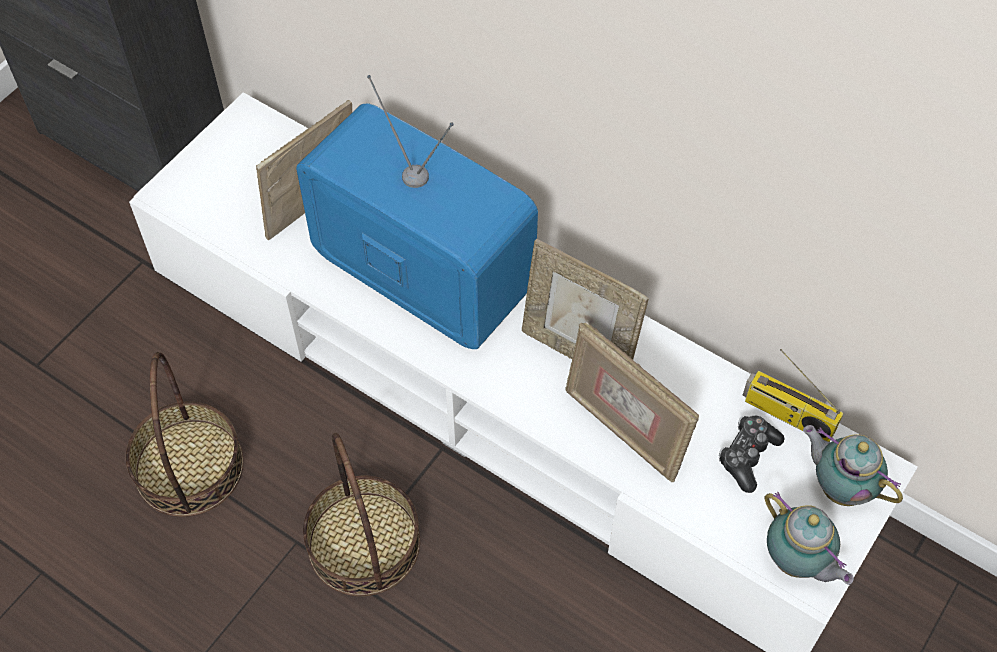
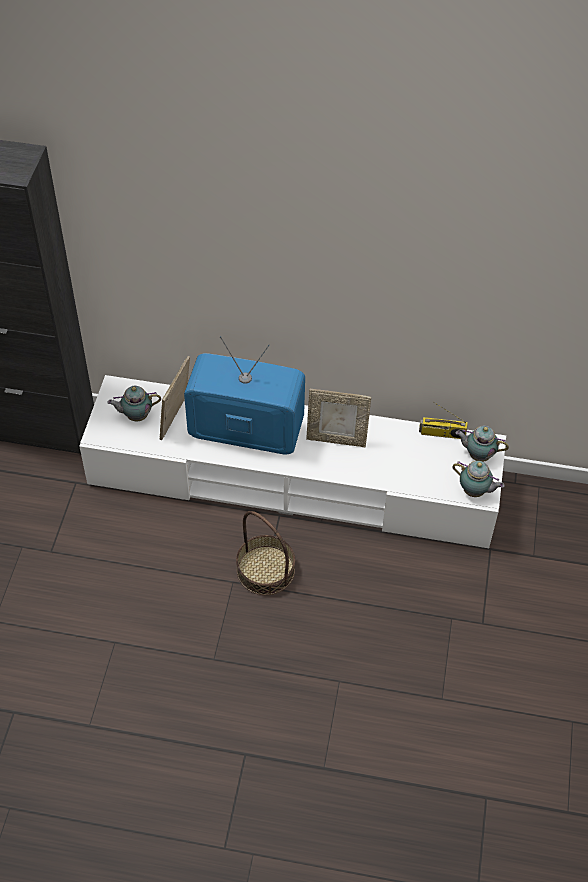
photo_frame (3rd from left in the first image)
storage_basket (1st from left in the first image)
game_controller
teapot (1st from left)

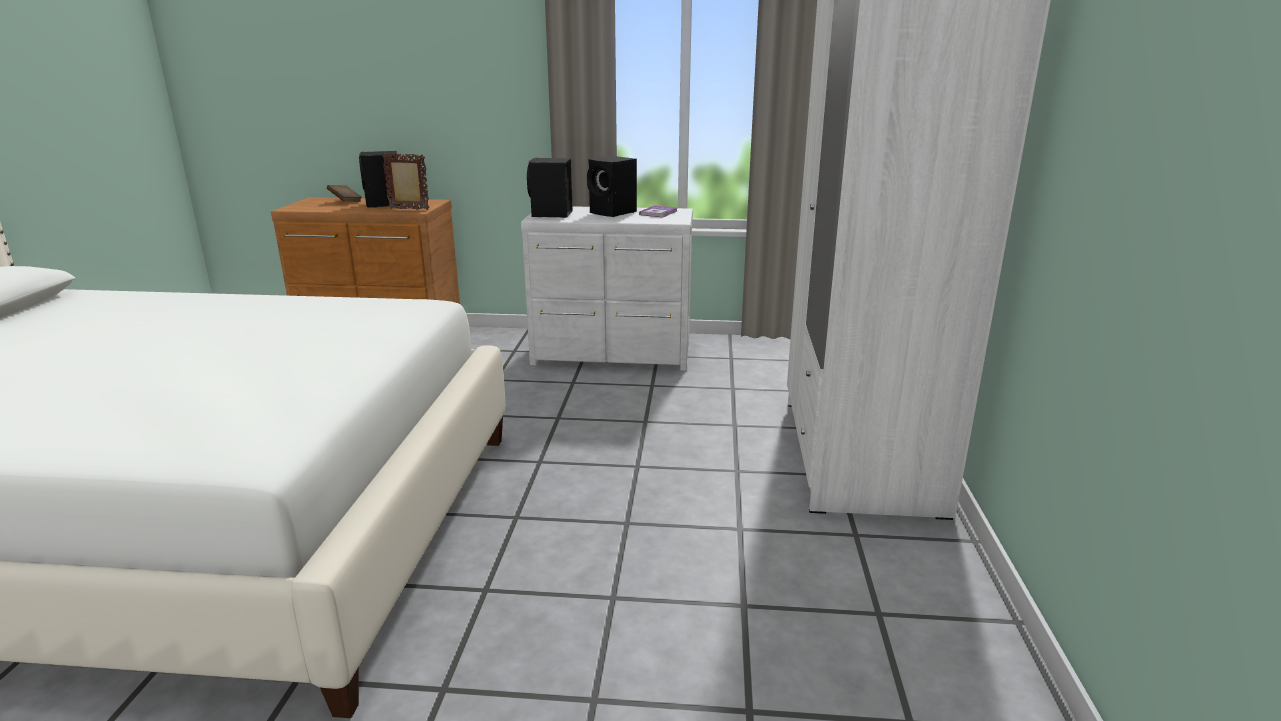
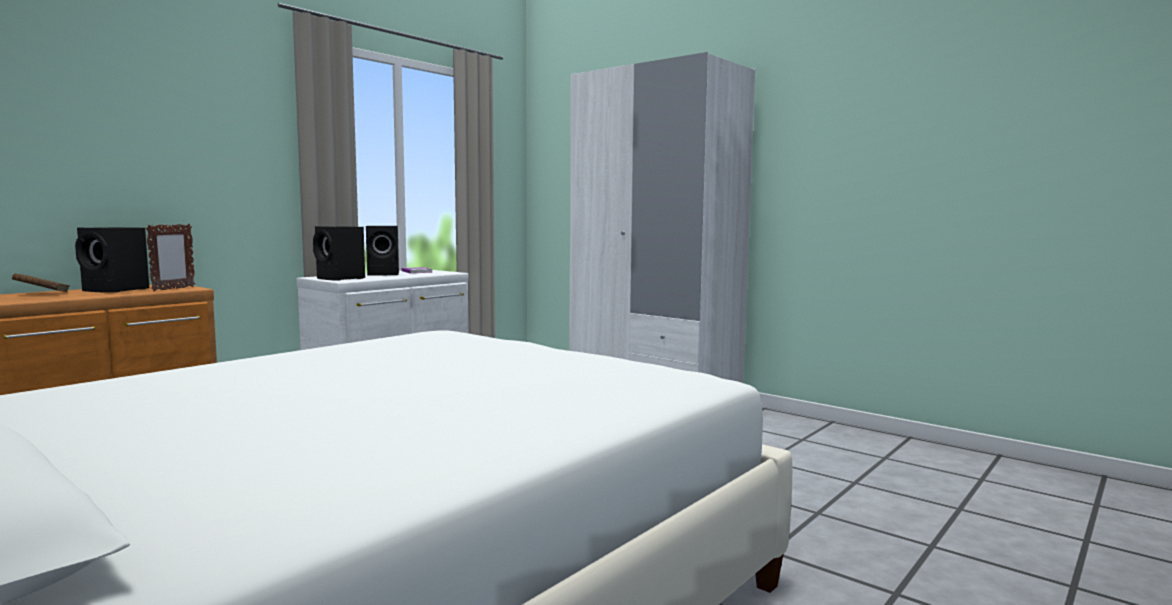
photo_frame

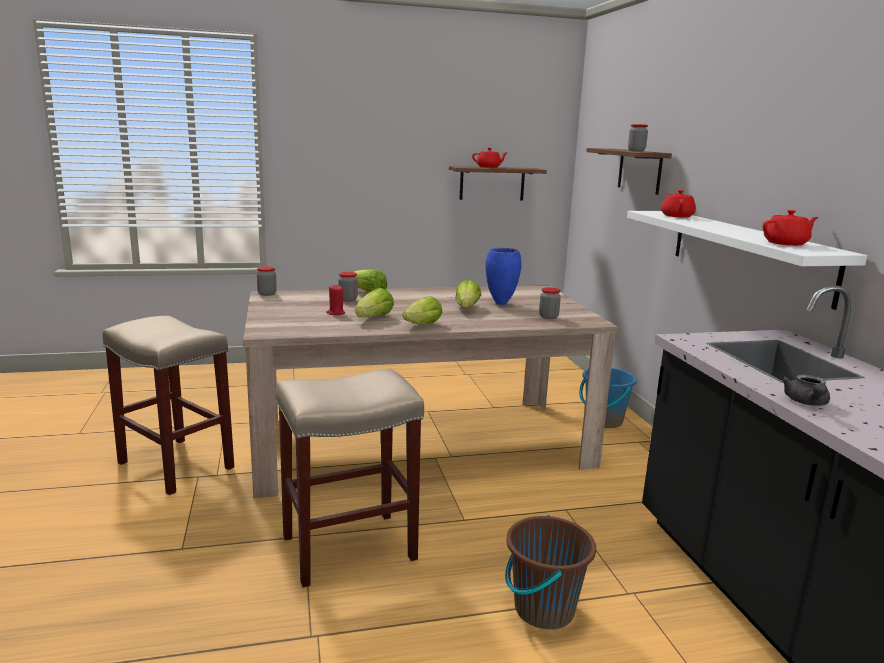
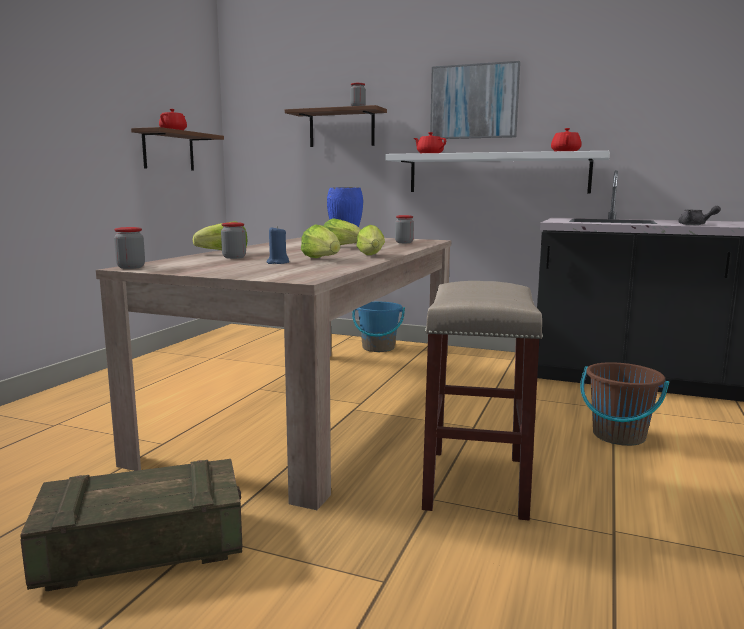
blue_candle
packing_crate
wall_picture

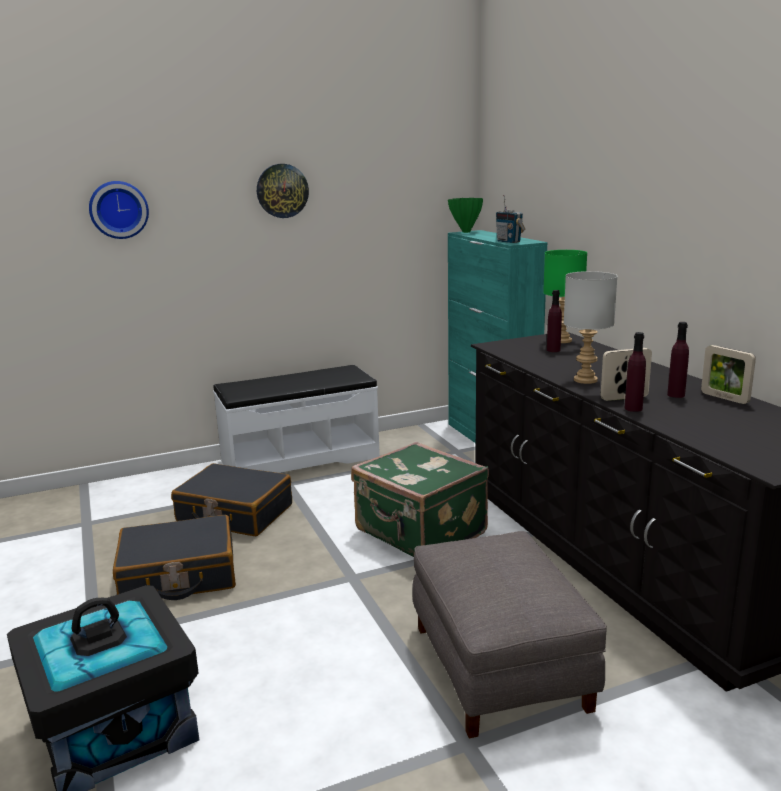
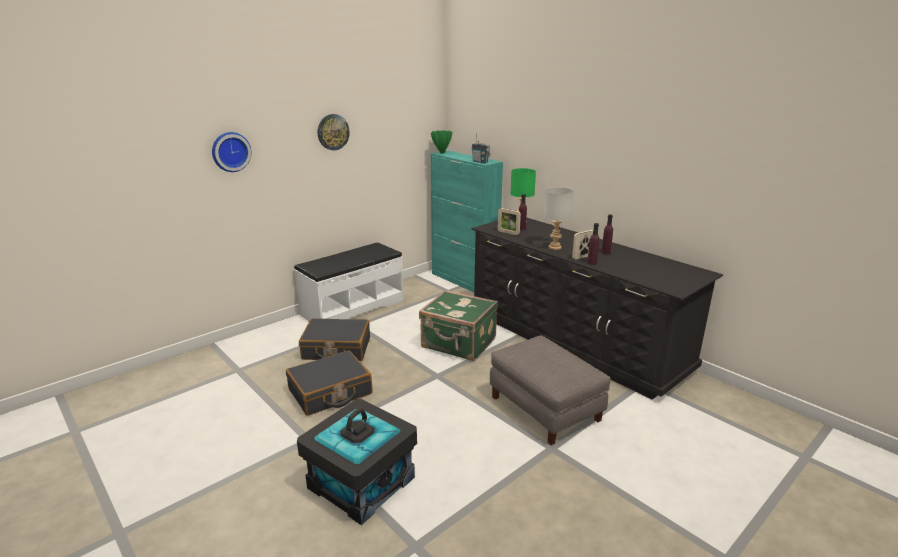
photo_frame (1st from left)

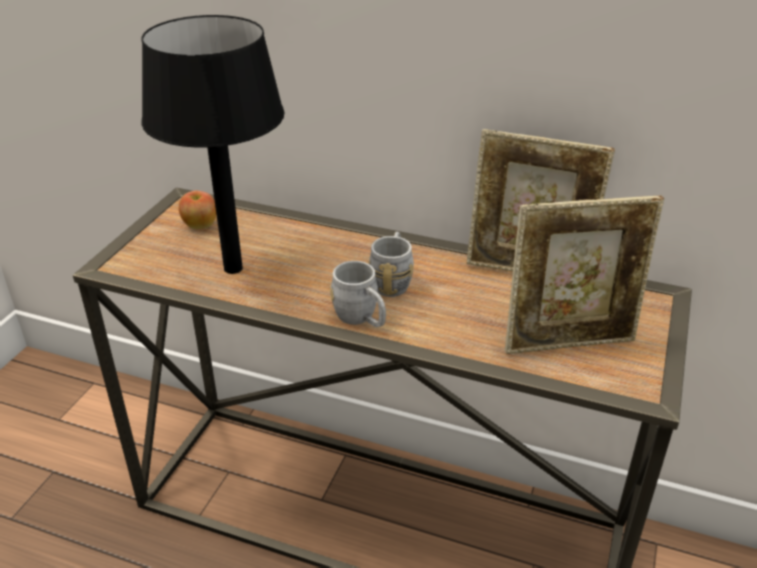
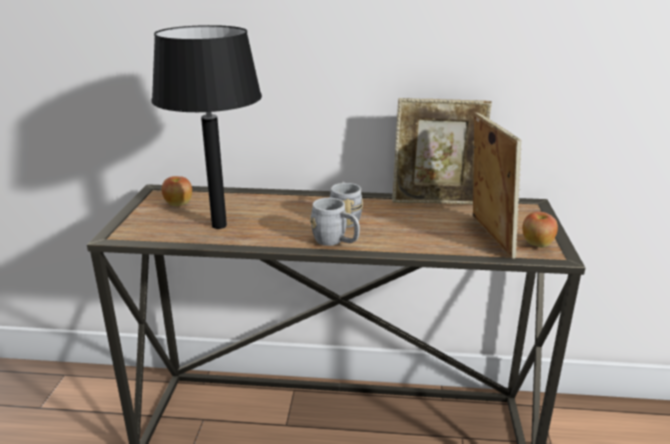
photo_frame (2nd from left)
whole_apple (2nd from left)

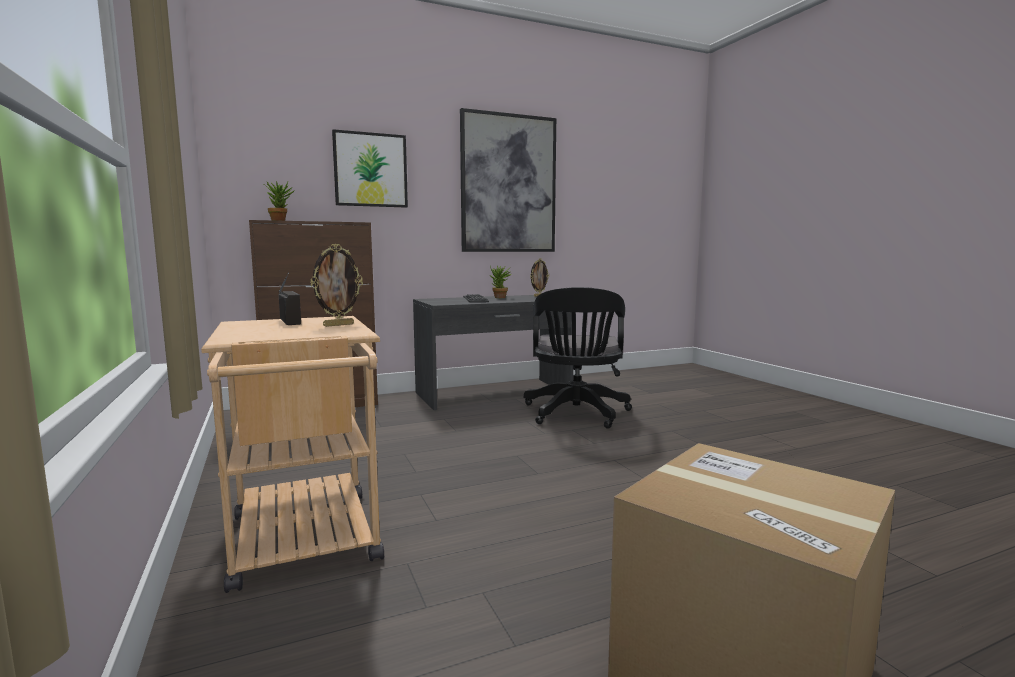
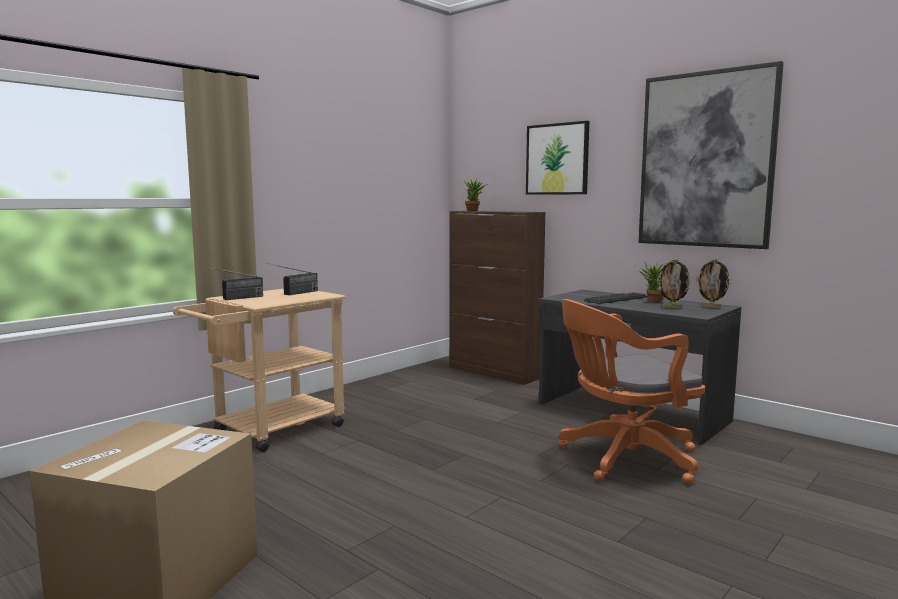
photo_frame (1st from left)
orangey_office_chair
radio_set (1st from left)

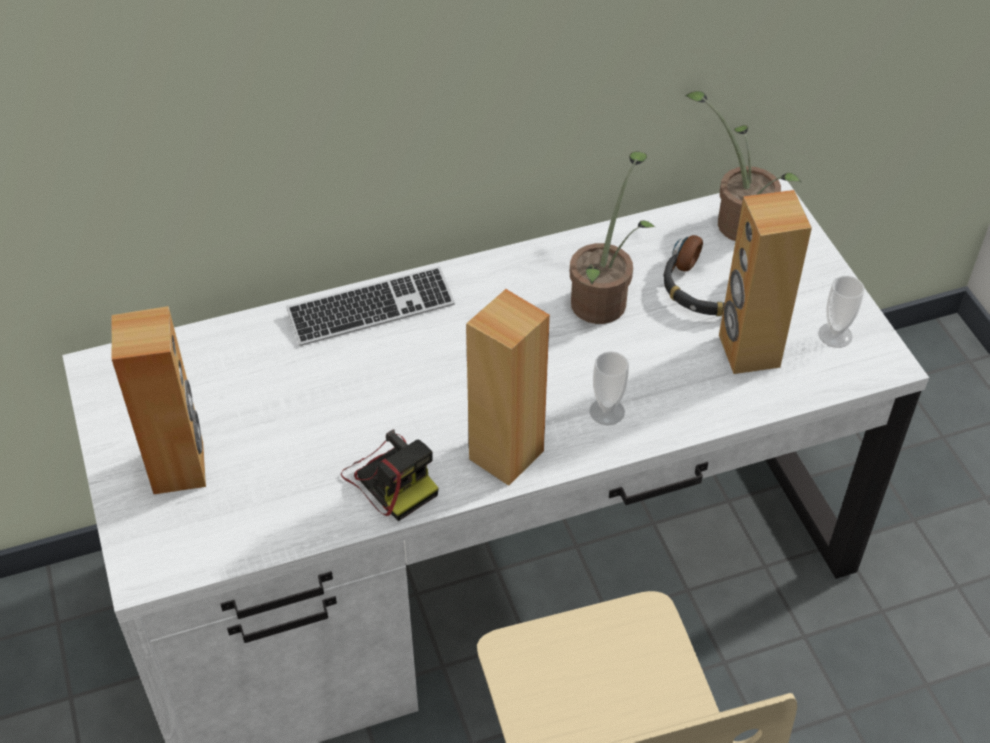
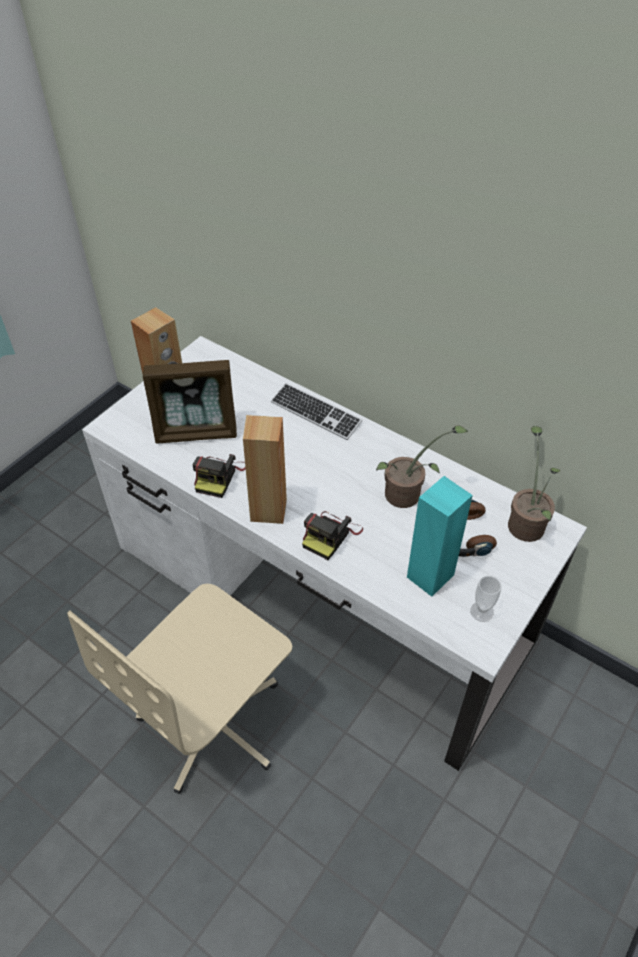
turquoise-coloured_speaker
photo_camera (2nd from left)
photo_frame

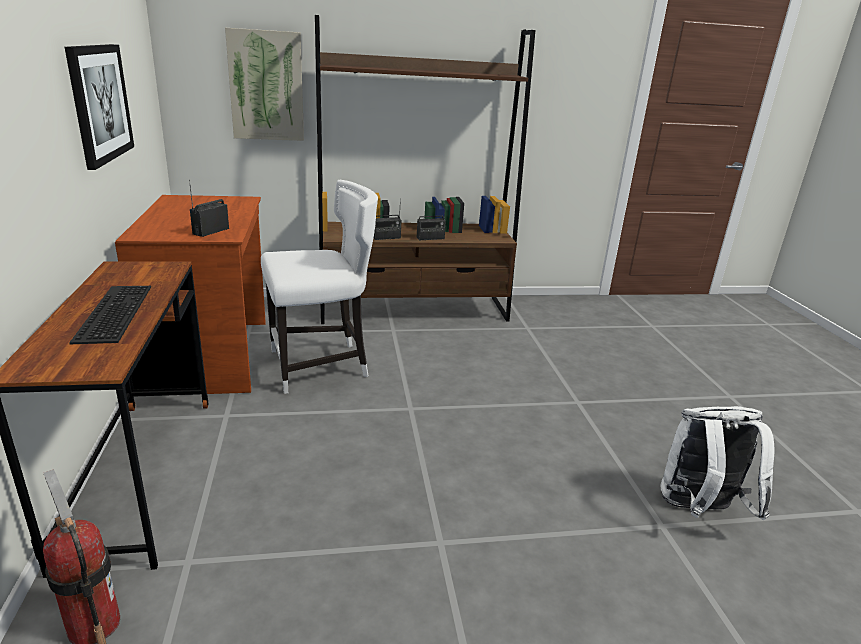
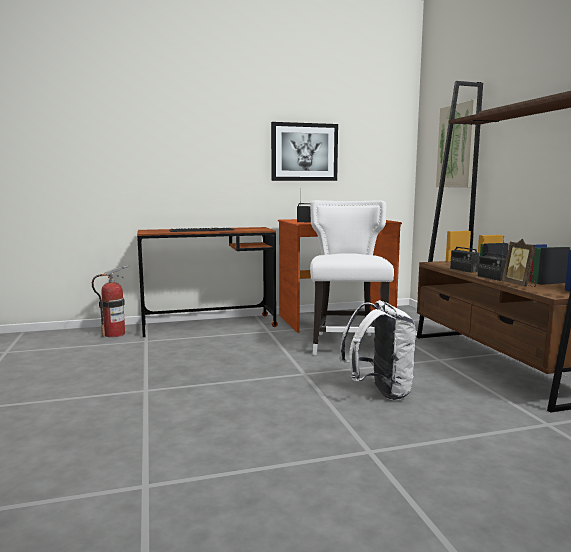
white-coloured_chair
white-coloured_backpack
photo_frame

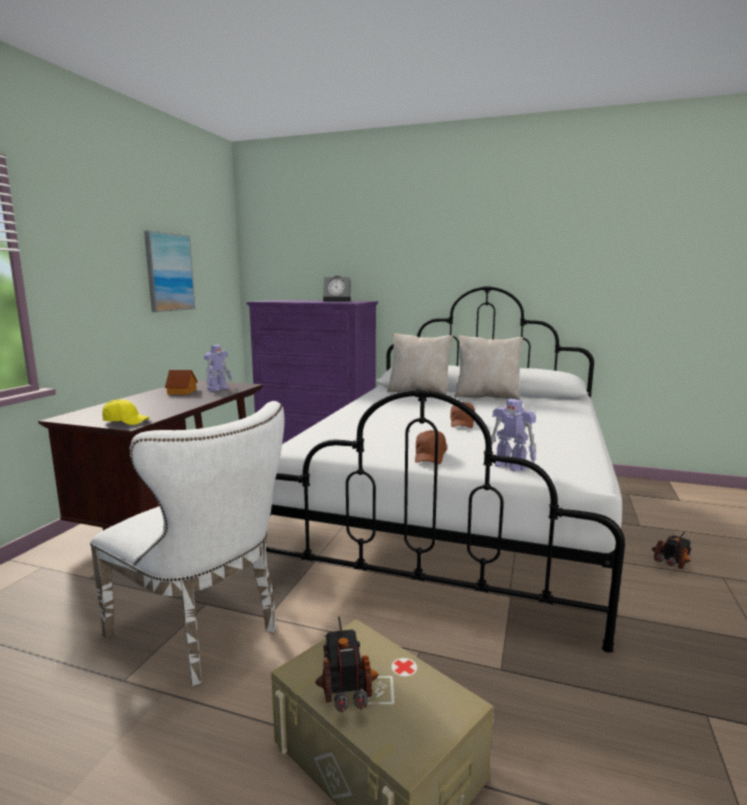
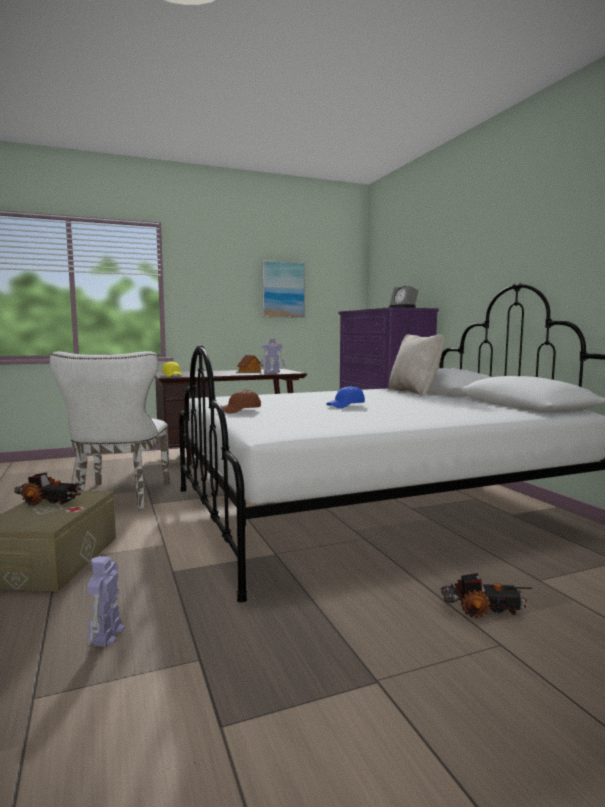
beige-coloured_cushion (2nd from left in the first image)
model_robot (1st from left)
blue_peaked_cap
model_truck (1st from left)

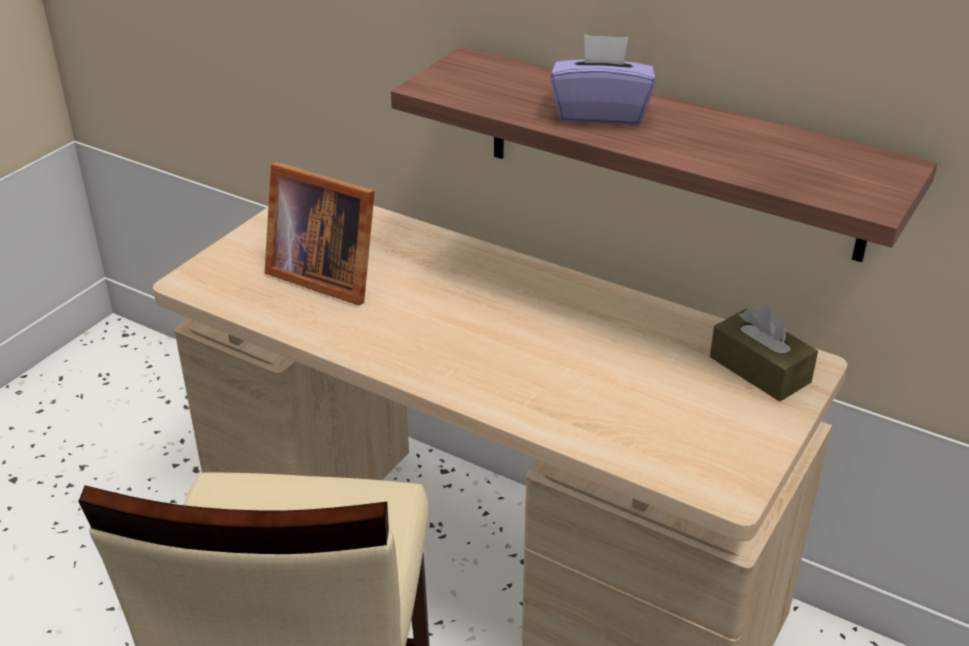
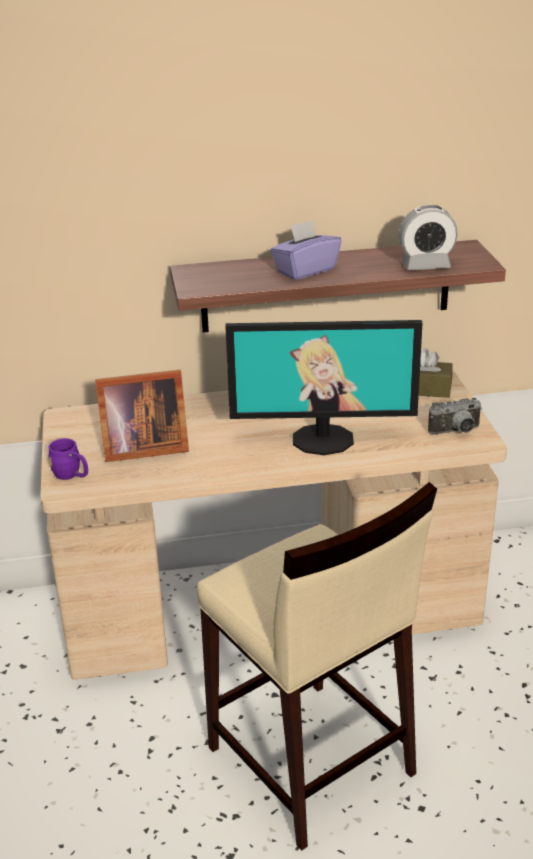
alarm_clock
monitor
photo_camera
purple-coloured_mug

